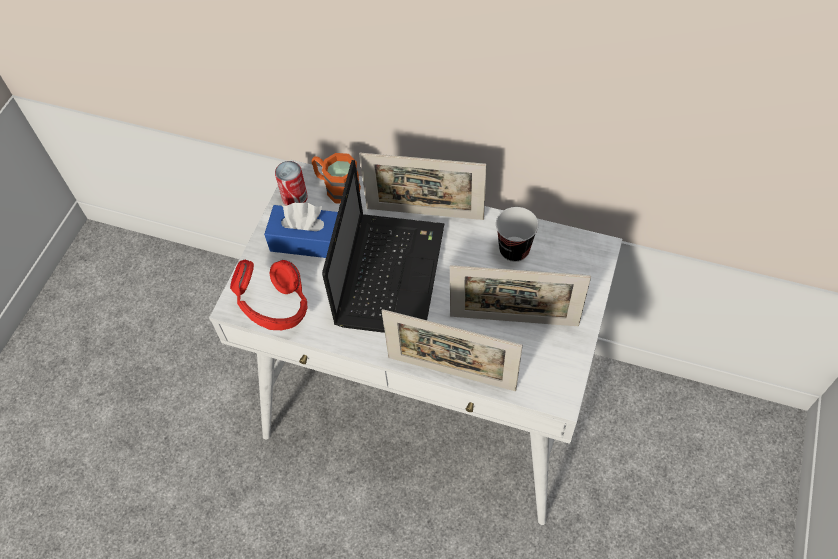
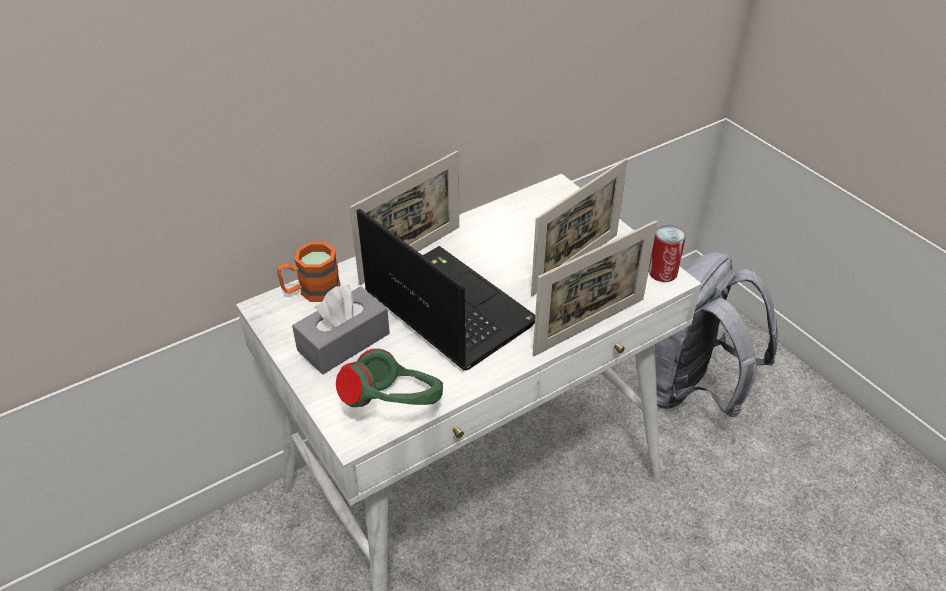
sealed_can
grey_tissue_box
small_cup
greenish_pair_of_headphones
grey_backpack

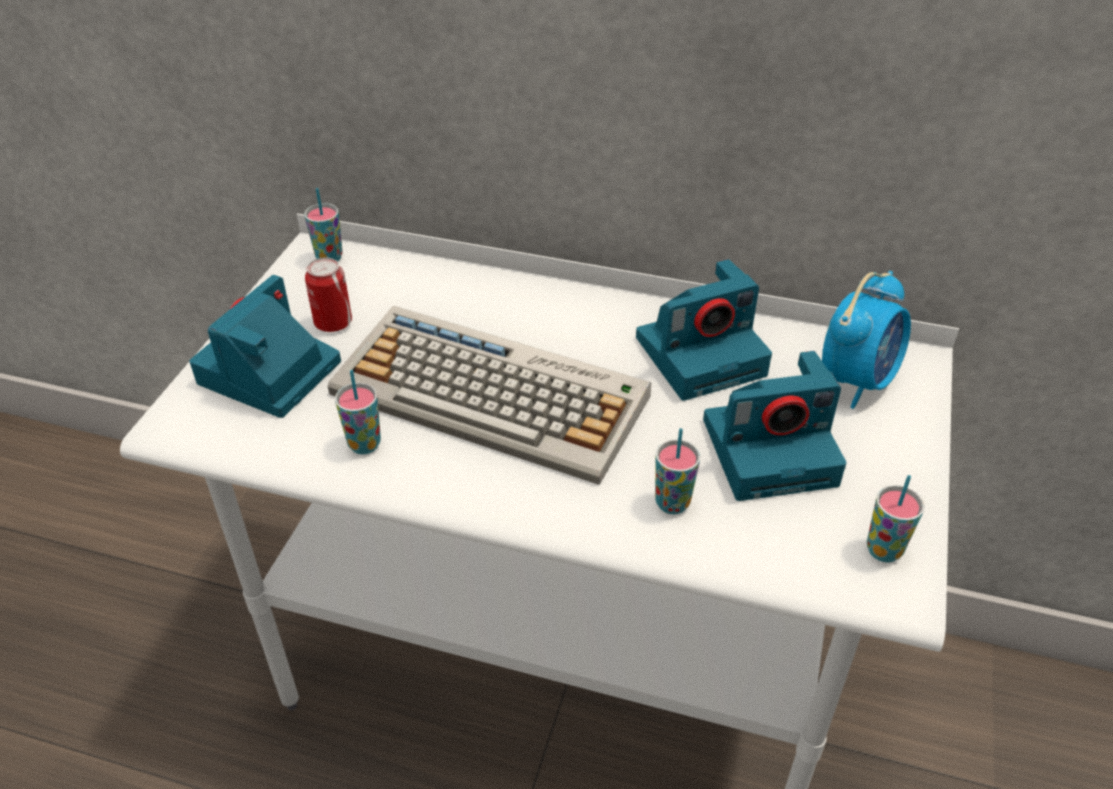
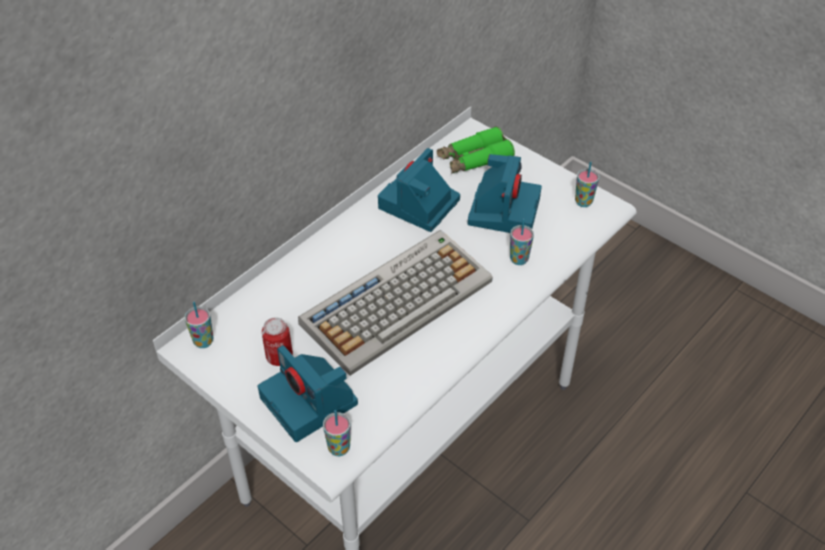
photo_camera (2nd from left)
greenish_binoculars
small_cup (2nd from left)

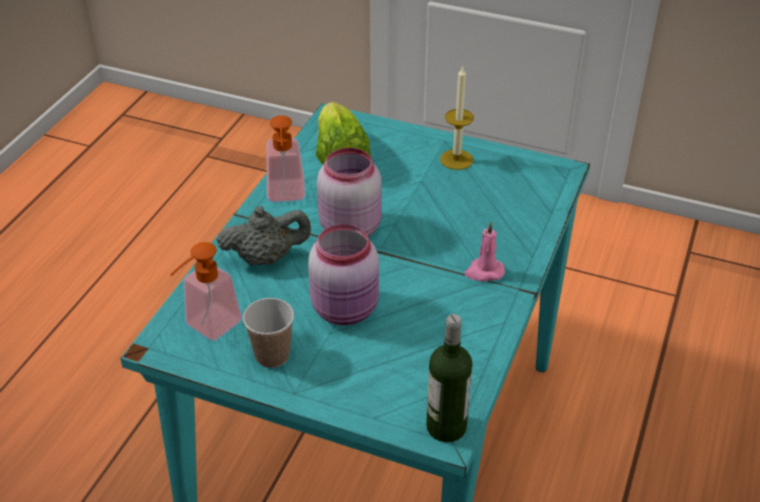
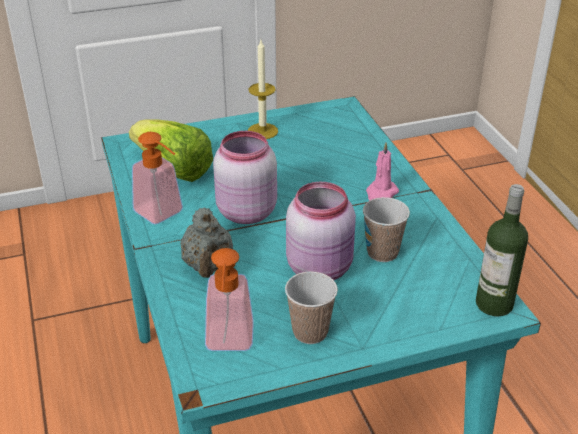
grey_teapot
small_cup (2nd from left)

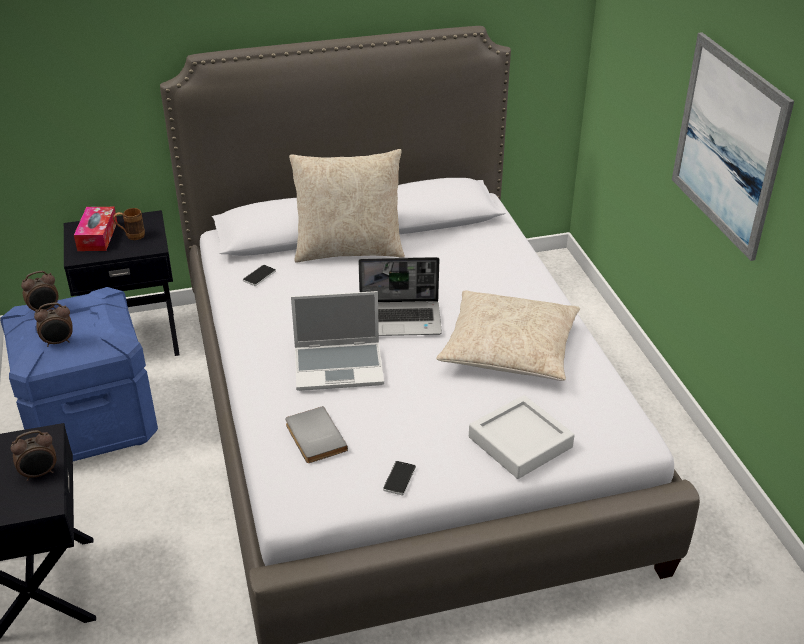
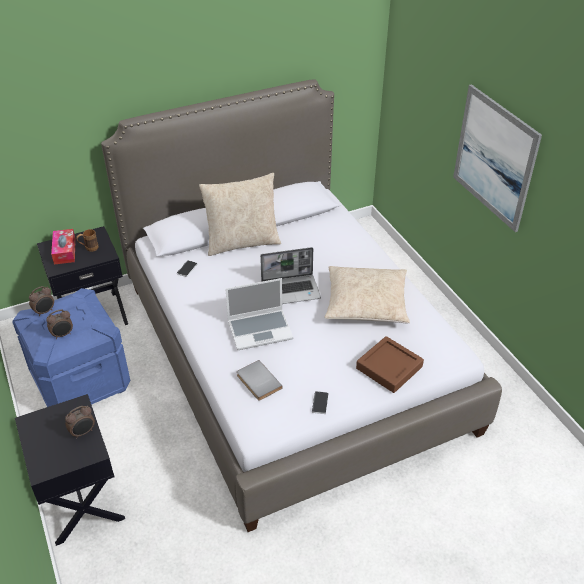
brown_tray

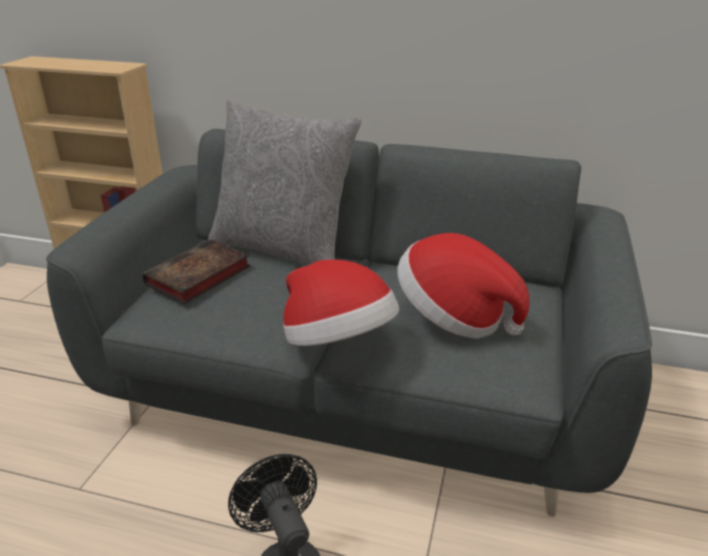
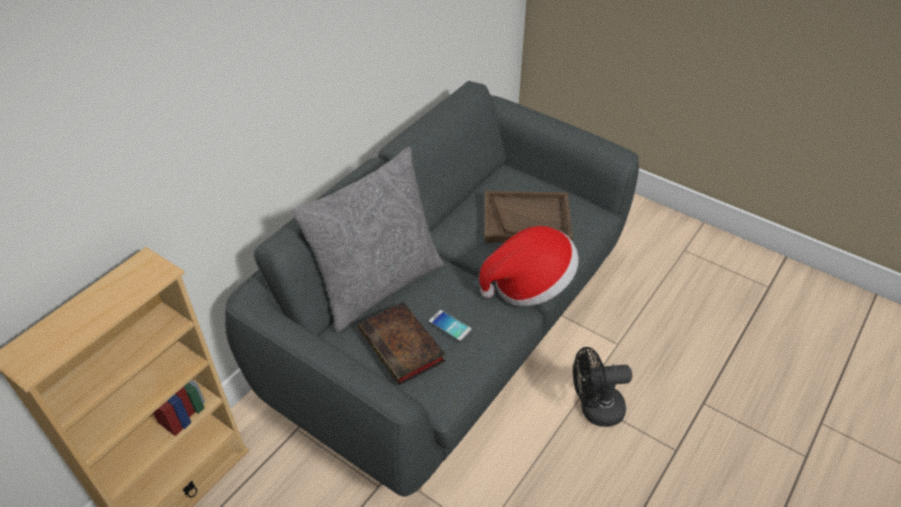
brown_tray
handset

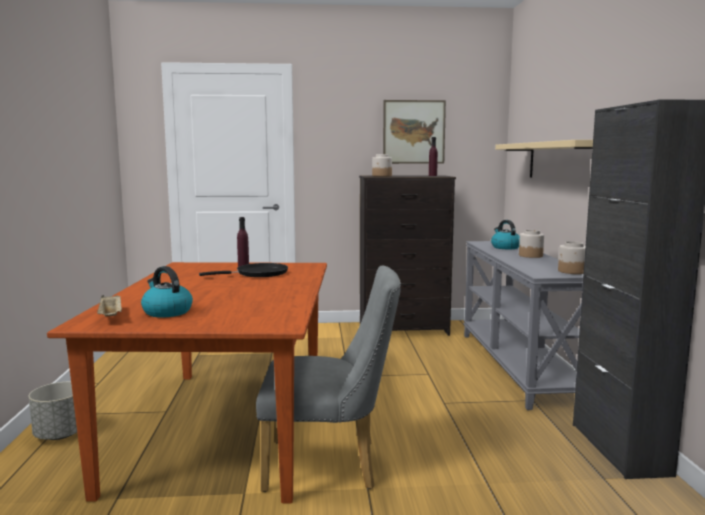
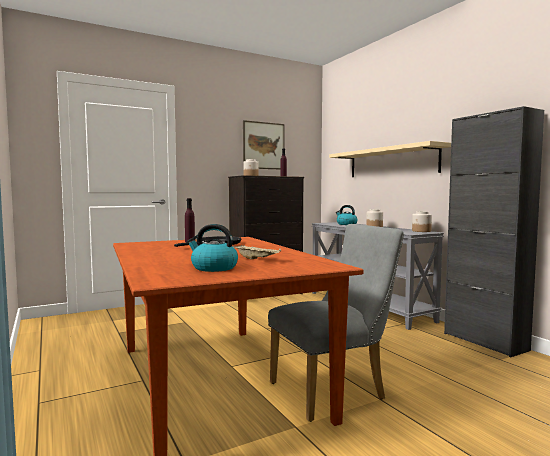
beige-coloured_tray
grey_plant_pot

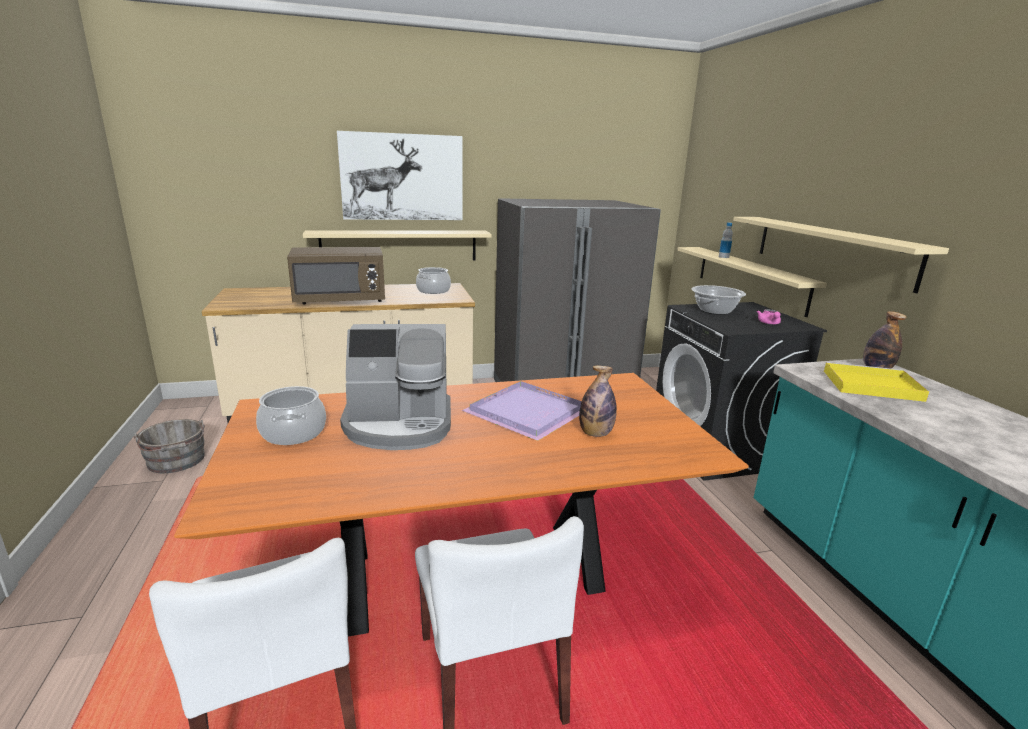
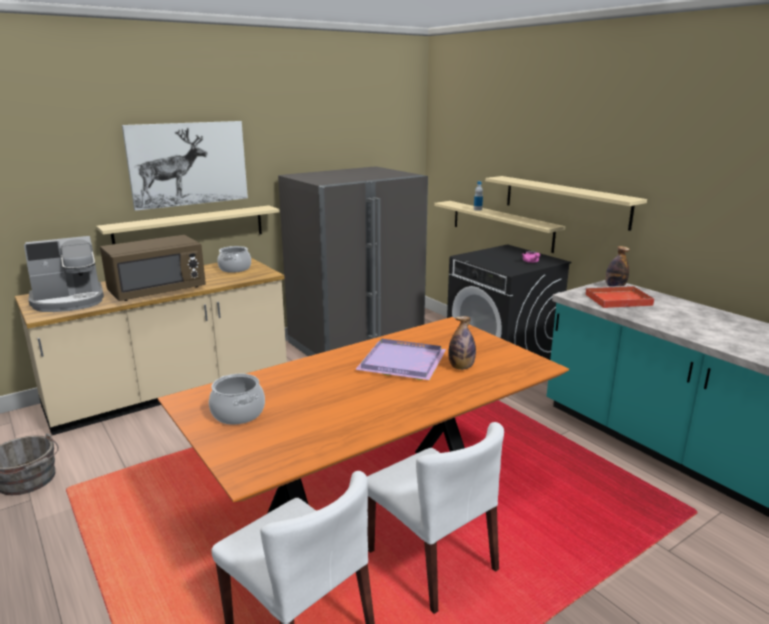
cooking_pot (3rd from left in the first image)
coffee_brewer
reddish_tray

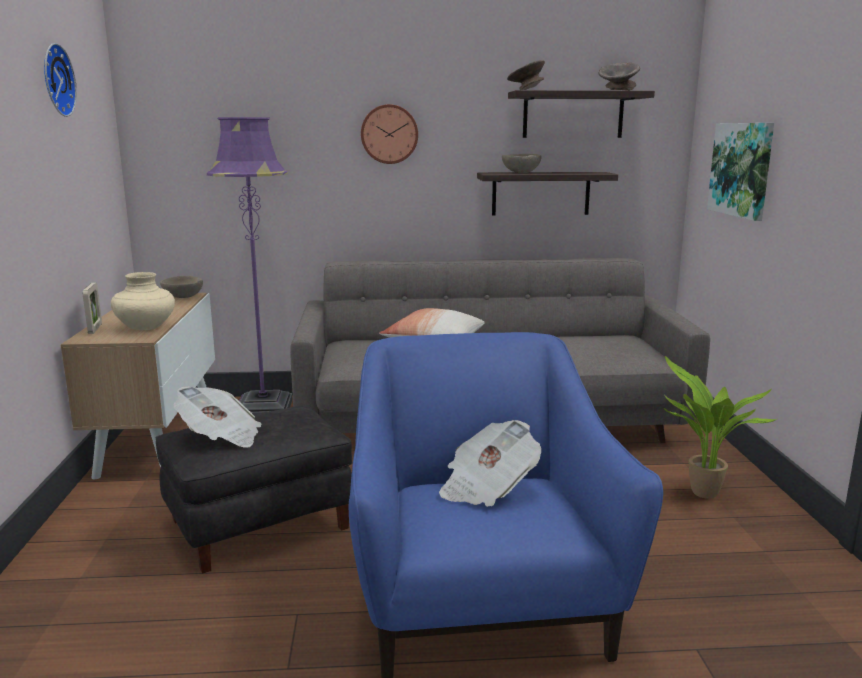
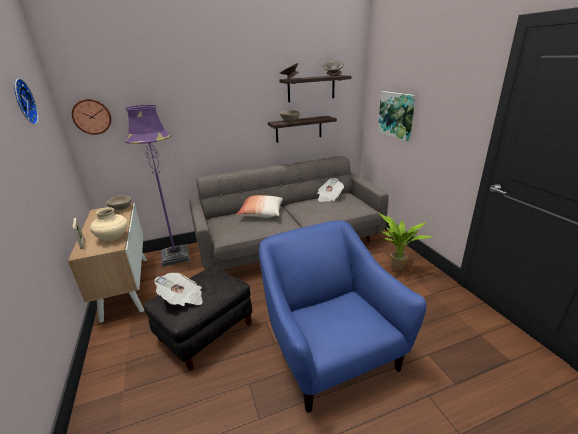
clock_on_the_wall (2nd from left)
newspaper (2nd from left)

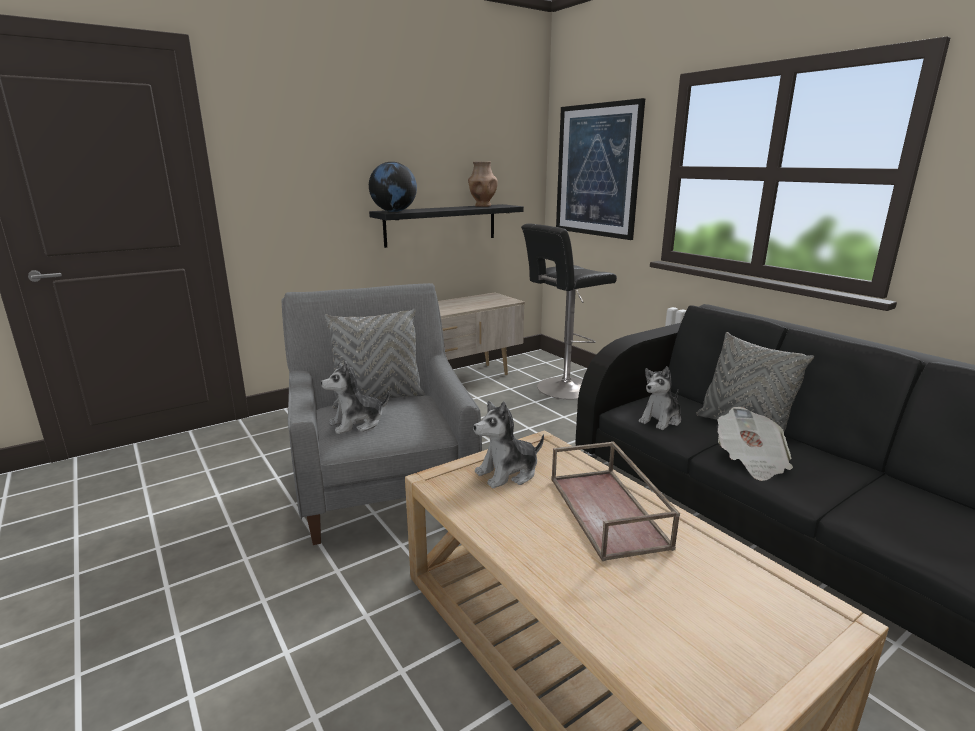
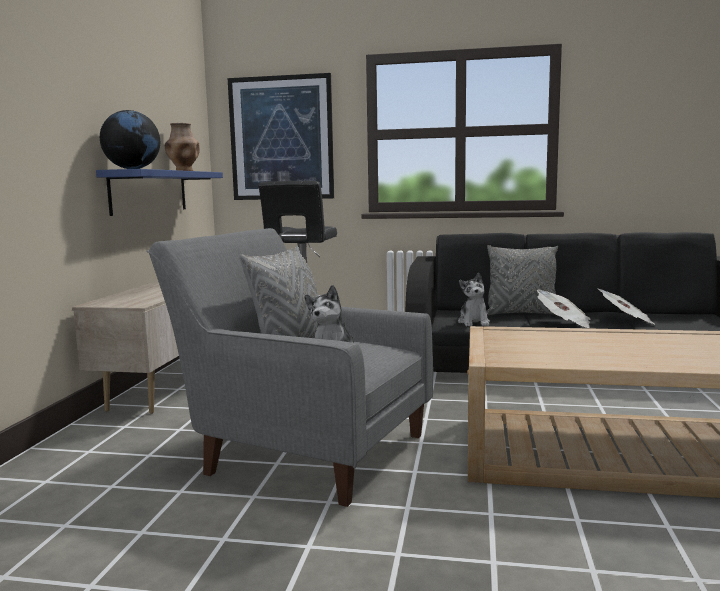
blue_wall_shelf
plush_toy (2nd from left in the first image)
brown_tray
newspaper (2nd from left)

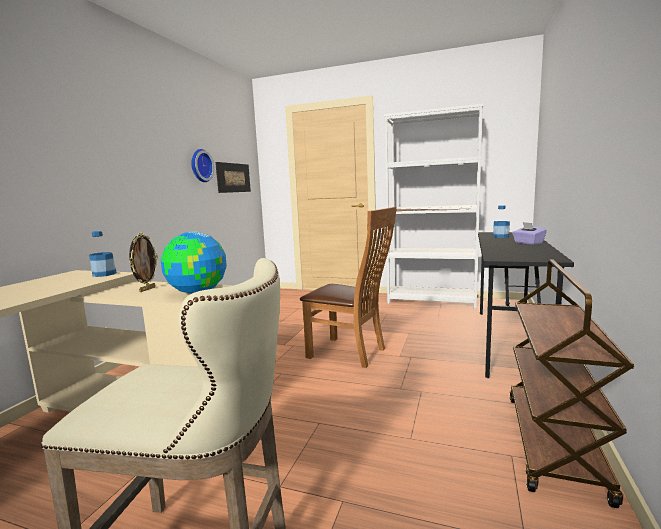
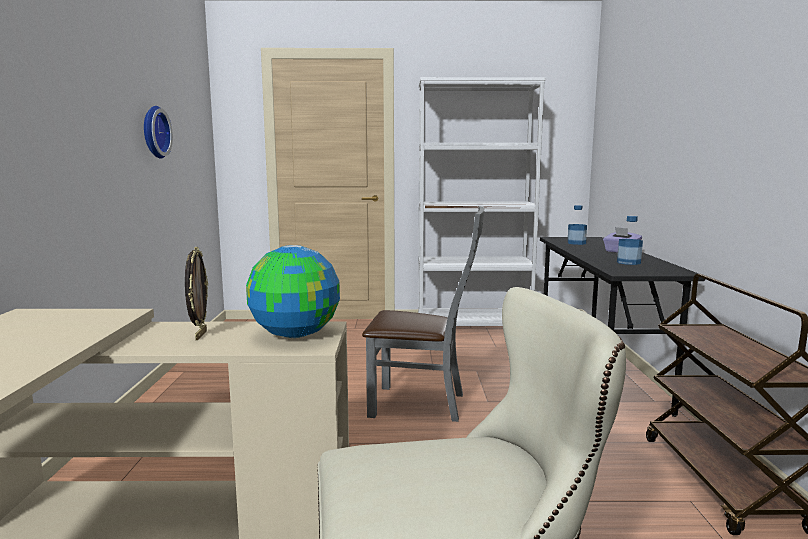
wall_picture
grey_chair
drink_bottle (2nd from left)

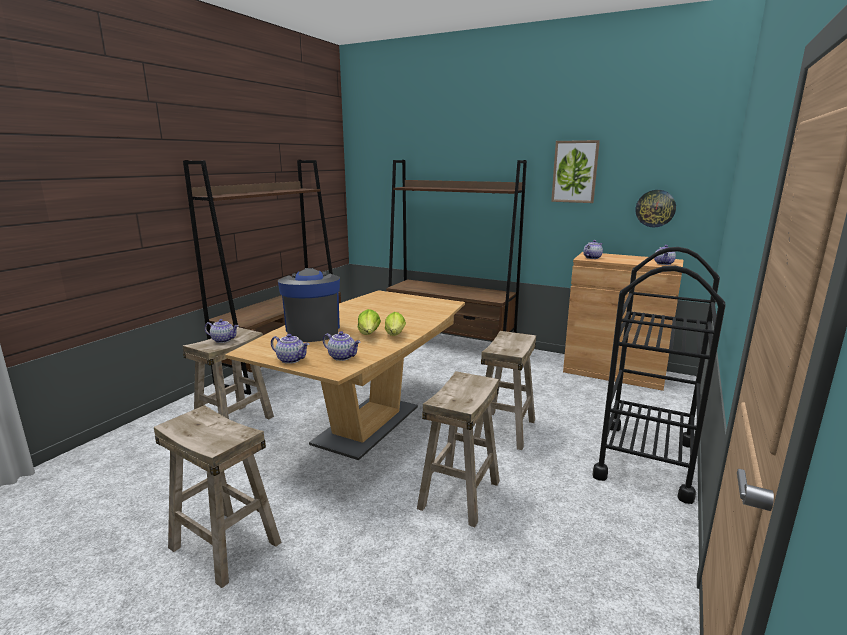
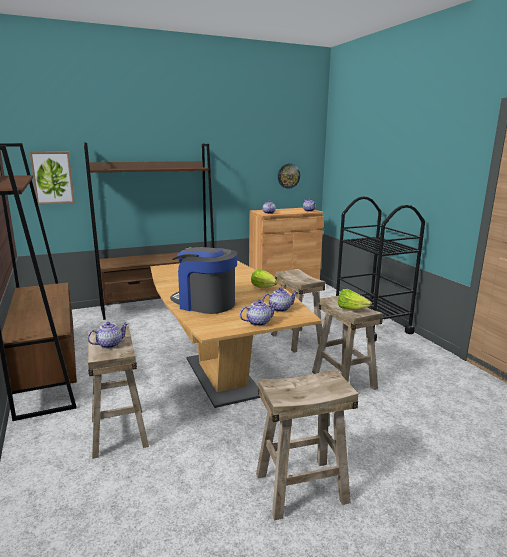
wall_picture
lettuce (2nd from left)

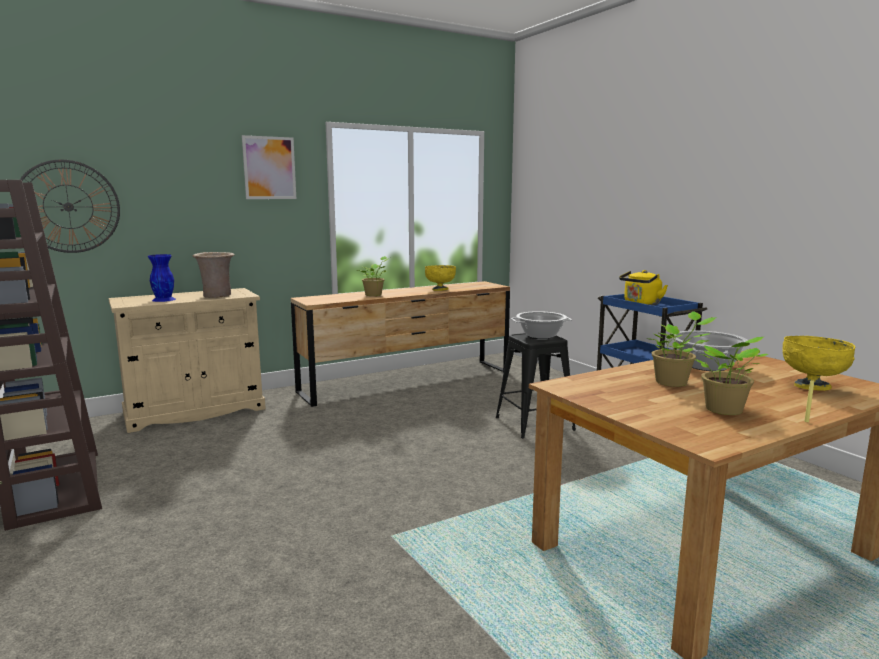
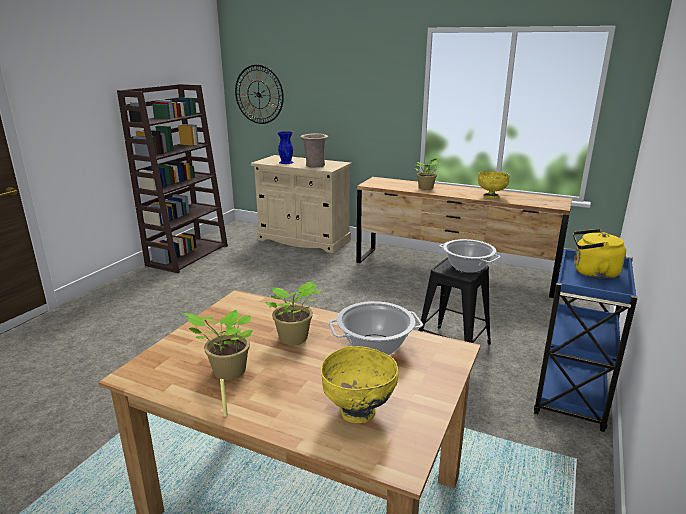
wall_picture

